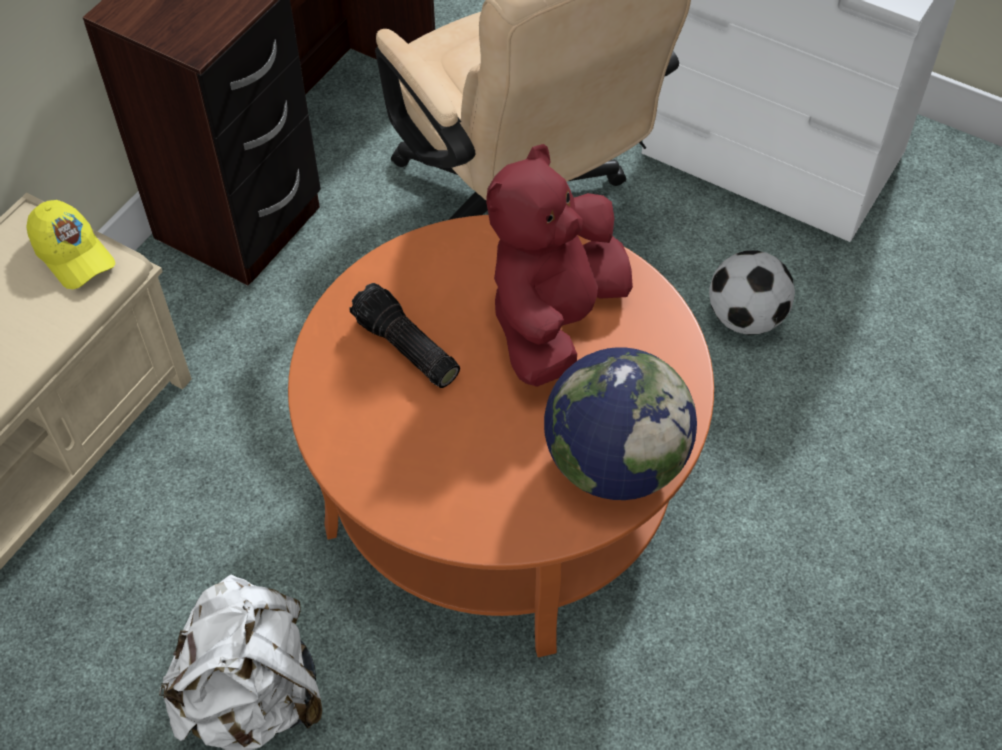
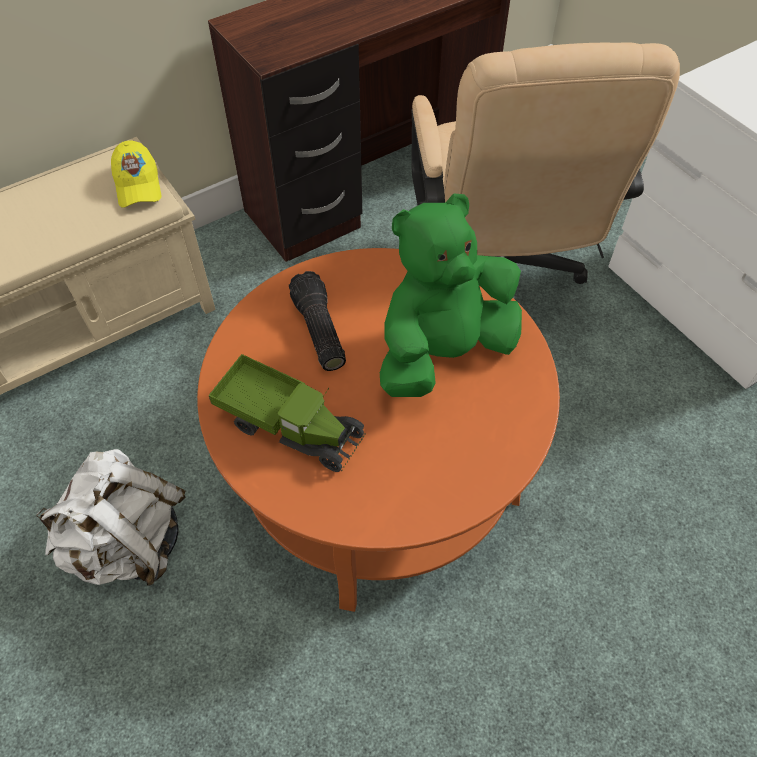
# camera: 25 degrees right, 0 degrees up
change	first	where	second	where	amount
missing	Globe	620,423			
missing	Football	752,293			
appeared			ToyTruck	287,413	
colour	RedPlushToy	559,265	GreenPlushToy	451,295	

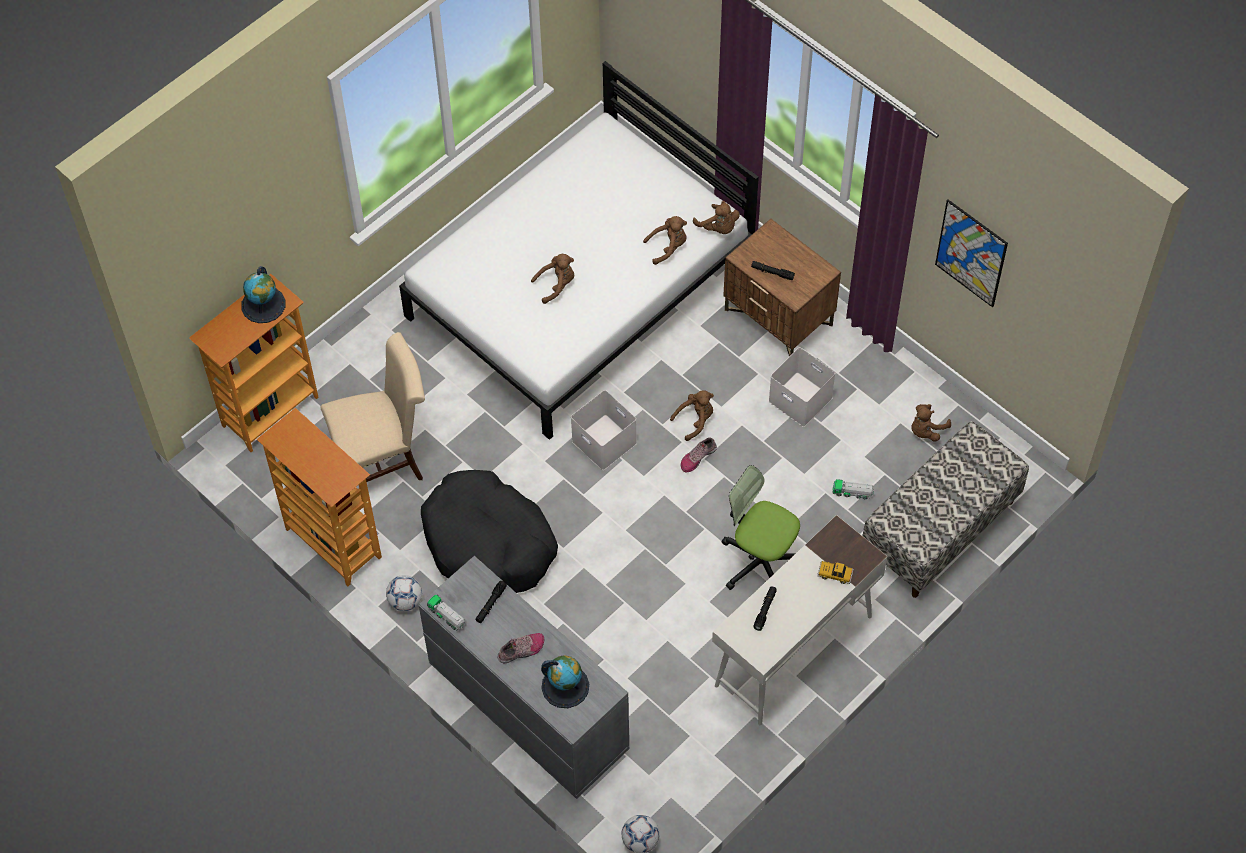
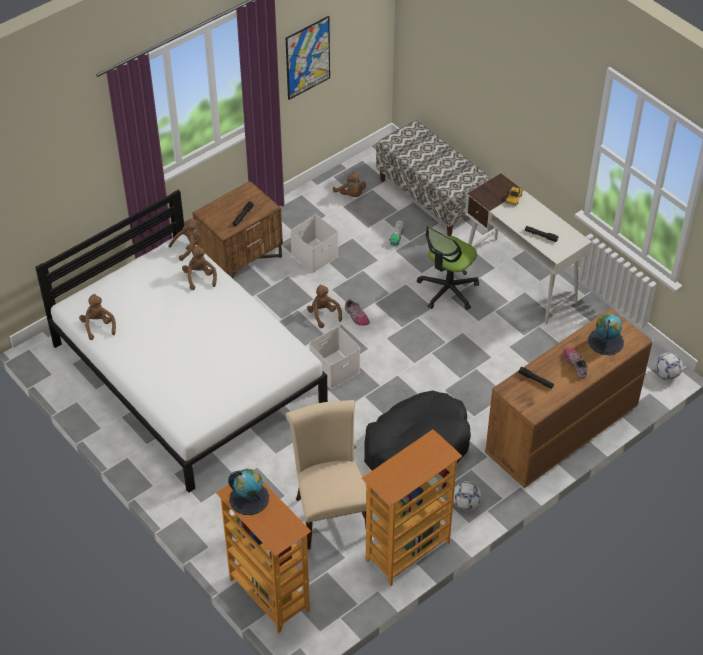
# camera: 85 degrees left, 10 degrees down
change	first	where	second	where	amount
missing	ToyTruck	446,612			
relocated	BrownPlushToy	552,279		97,317	
colour	GreyDresser	524,677	BrownDresser	568,398	

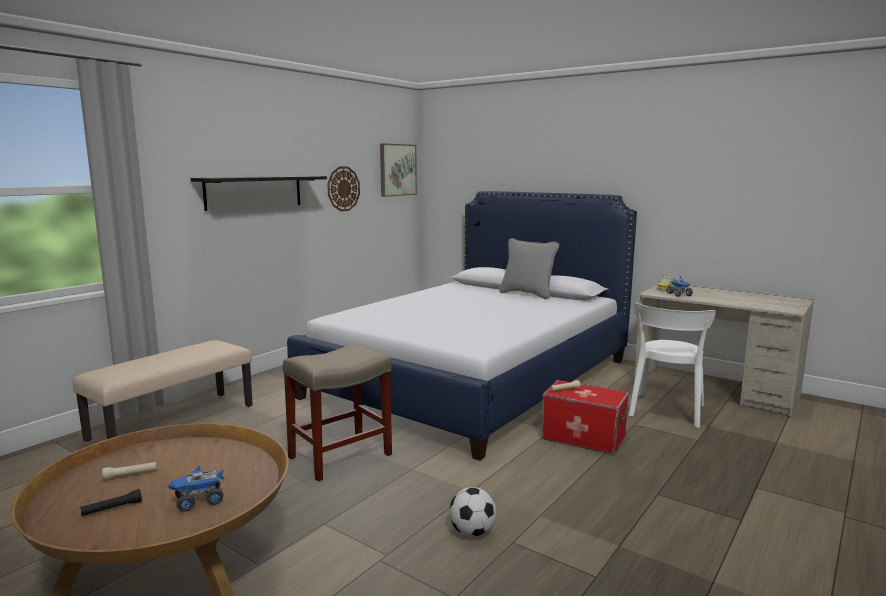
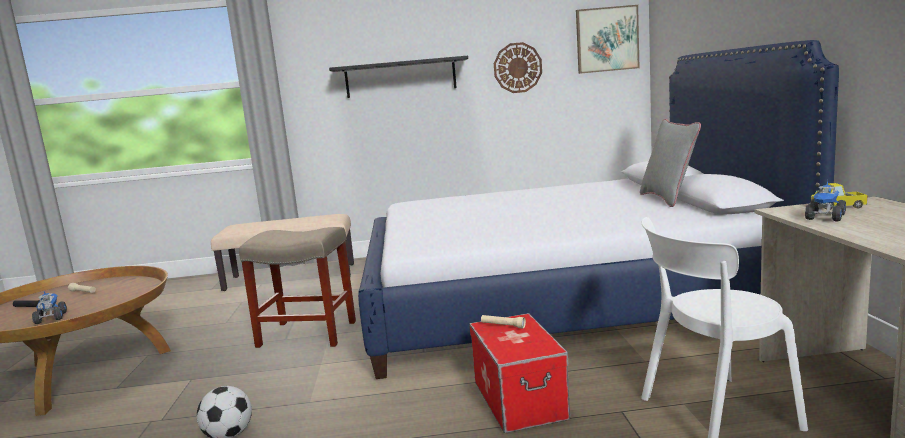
# camera: 50 degrees right, 0 degrees up
change	first	where	second	where	amount
spun	ToyTruck	196,489		49,308	45 degrees clockwise

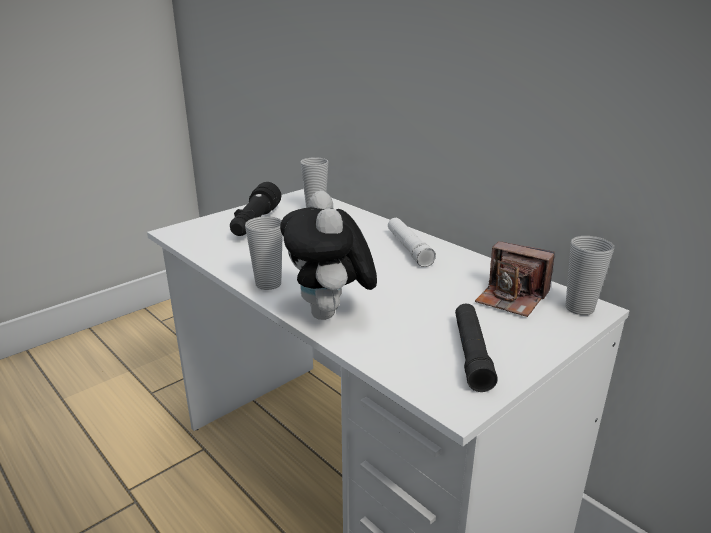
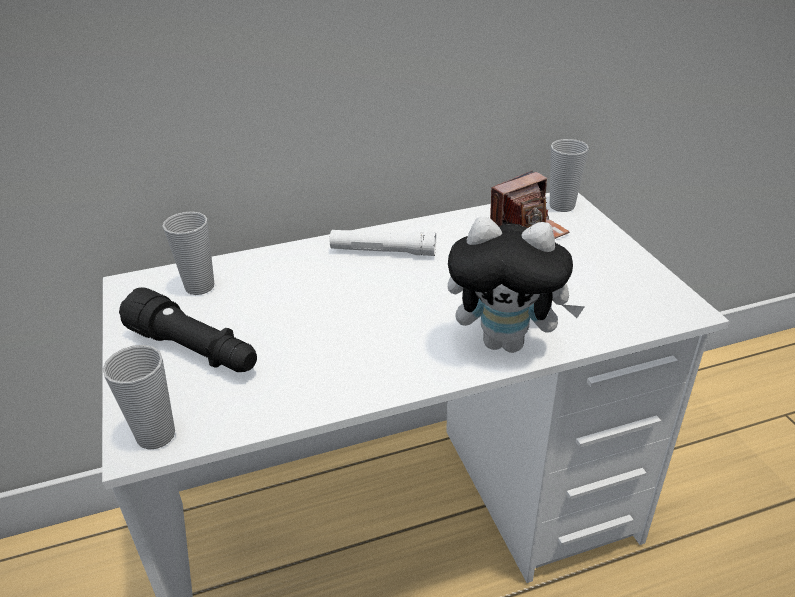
# camera: 65 degrees left, 10 degrees up
change	first	where	second	where	amount
missing	BlackFlashlight	476,348			
relocated	Cup	264,253		138,397	

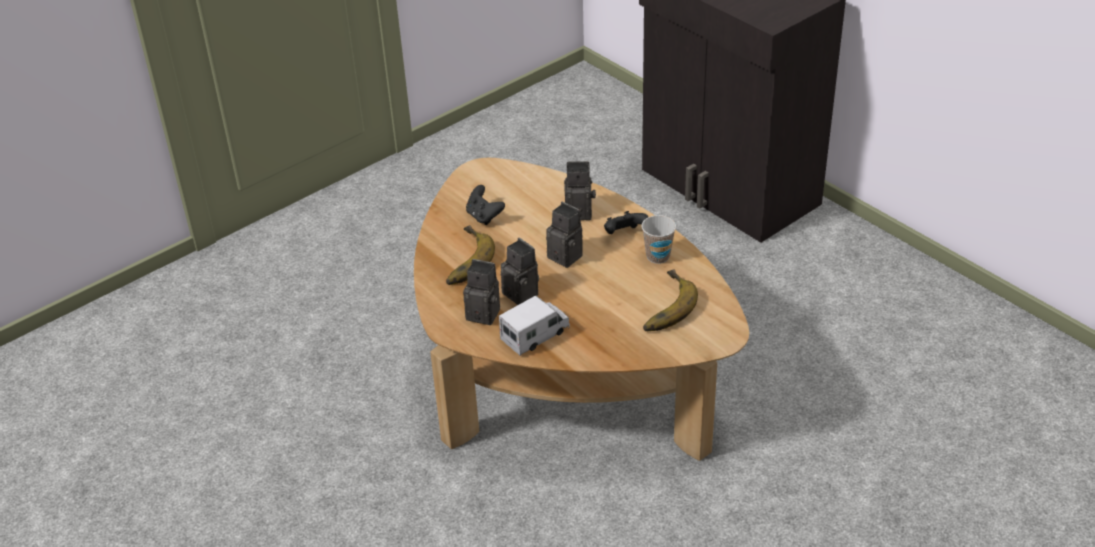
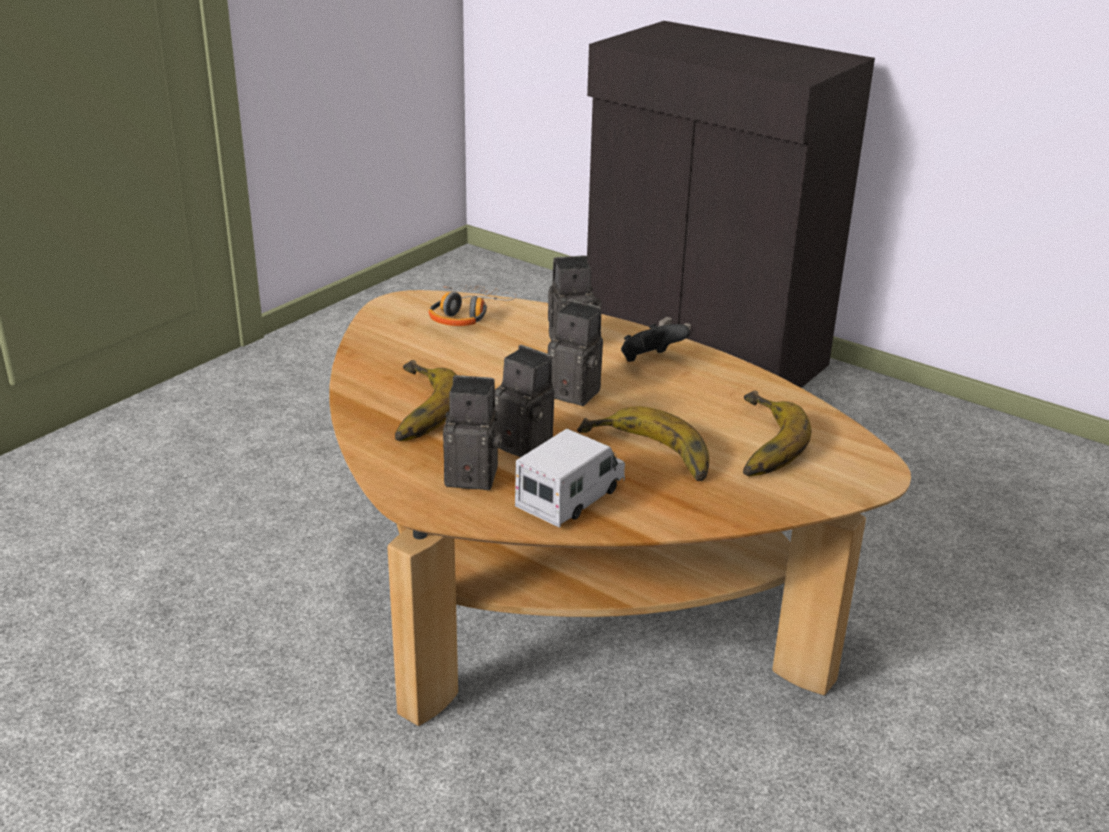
# camera: 15 degrees left, 10 degrees down
change	first	where	second	where	amount
missing	BlackGameController	485,205			
missing	Cup	658,239			
appeared			Headphones	472,305	
appeared			Banana	643,443	

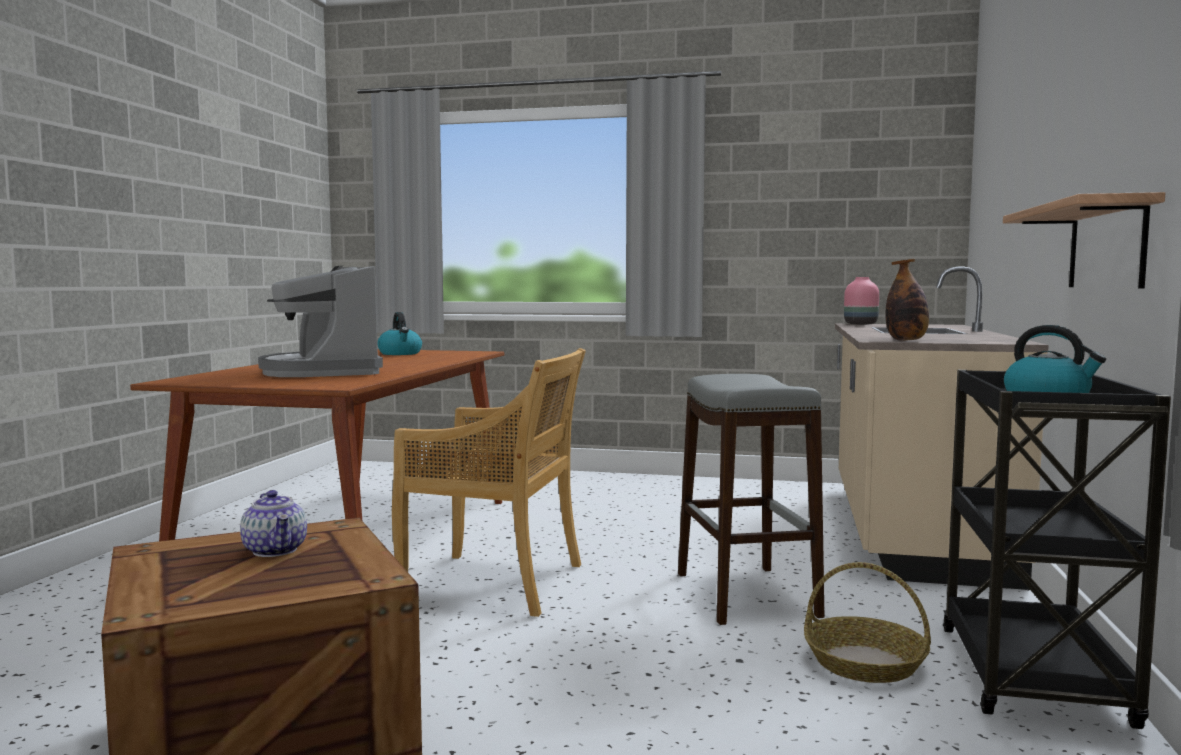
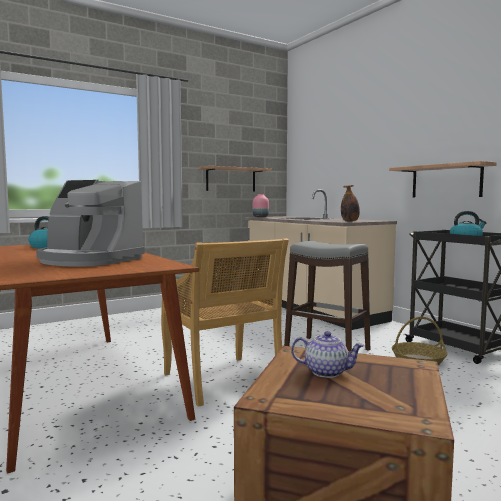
# camera: 45 degrees left, 0 degrees up
change	first	where	second	where	amount
appeared			Shelf	235,178	
spun	BeigeChair	489,482		225,322	90 degrees clockwise

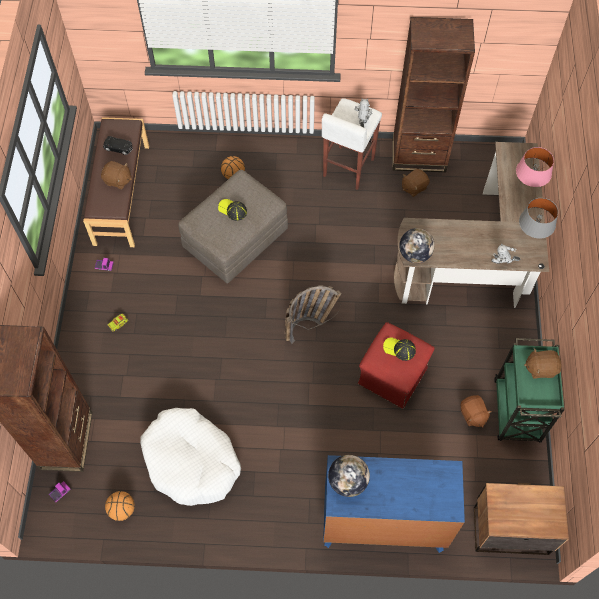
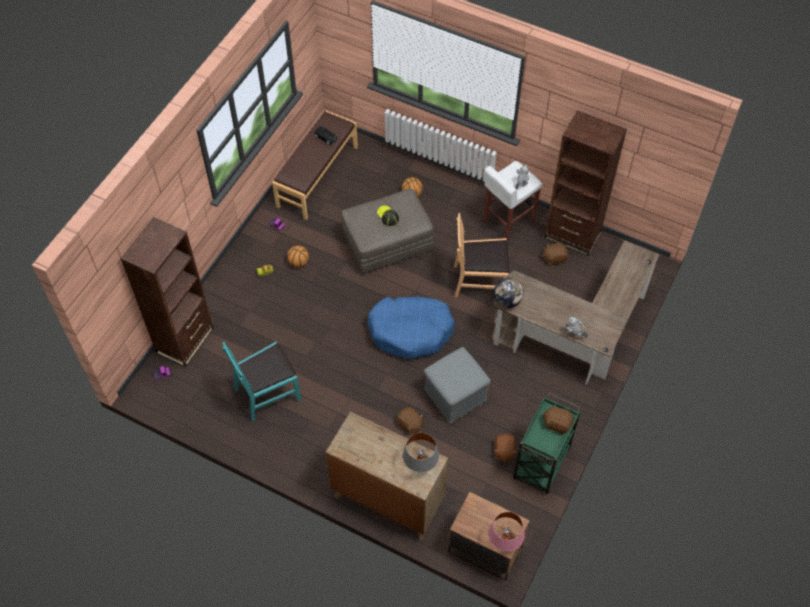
# camera: 25 degrees right, 5 degrees down
change	first	where	second	where	amount
missing	Globe	349,476			
missing	Cap	399,349			
appeared			BrownChair	481,255	
relocated	BrownPlushToy	116,175		410,421	
relocated	Basketball	120,506		298,256	
relocated	PinkTableLamp	535,167		506,531	
relocated	GreyTableLamp	538,218		421,452	
exchanged	WhiteDogBed	190,457	TurquoiseChair	261,381	
exchanged	Basket	313,315	BlueDogBed	411,328	
colour	BlueDresser	394,504	BrownDresser	387,476	
colour	RedOttoman	396,365	GreyOttoman	457,385	

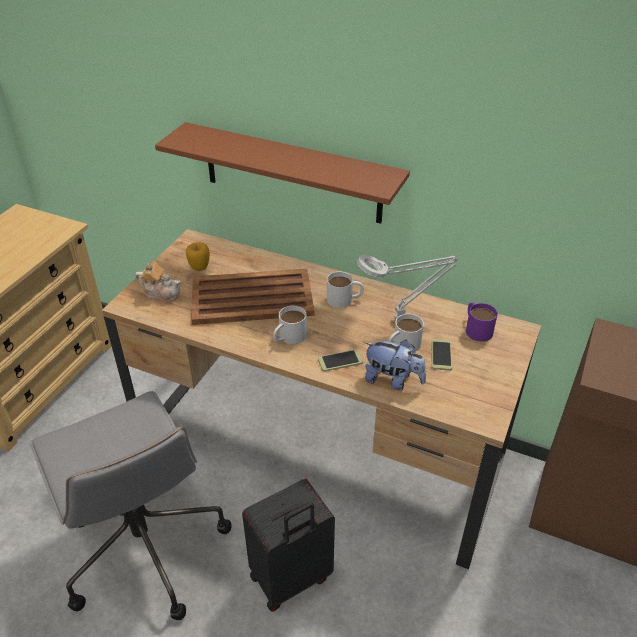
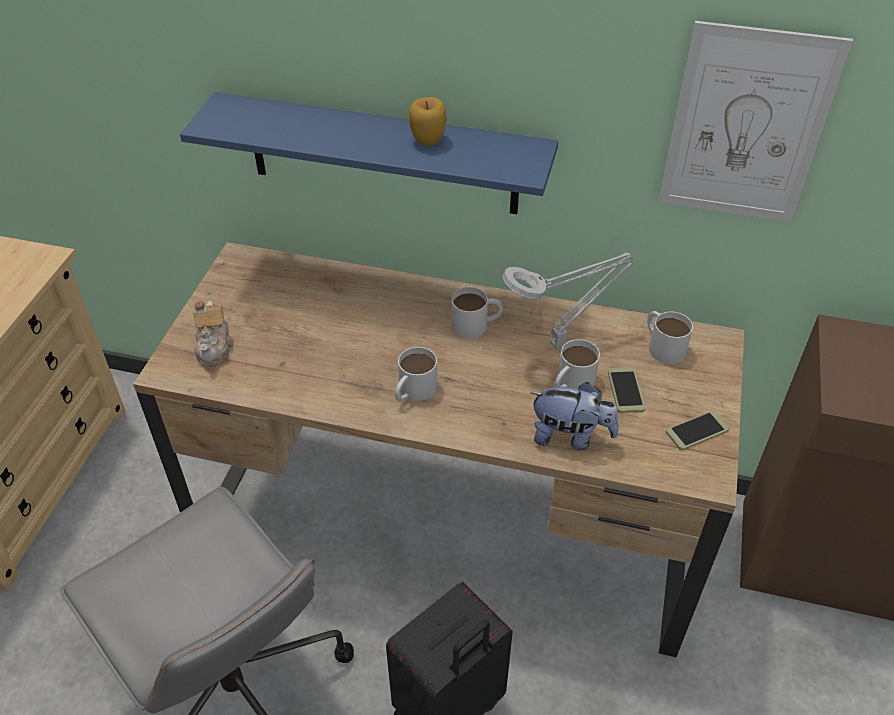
# camera: 10 degrees left, 5 degrees up
change	first	where	second	where	amount
missing	BrownTray	252,297			
appeared			Picture	755,121	
relocated	Apple	198,256		427,121	
relocated	Phone	340,360		697,430	
colour	BrownShelf	282,173	BlueShelf	369,153	
colour	PurpleMug	482,322	WhiteMug	670,337	
spun	Teapot	157,282		213,333	75 degrees clockwise

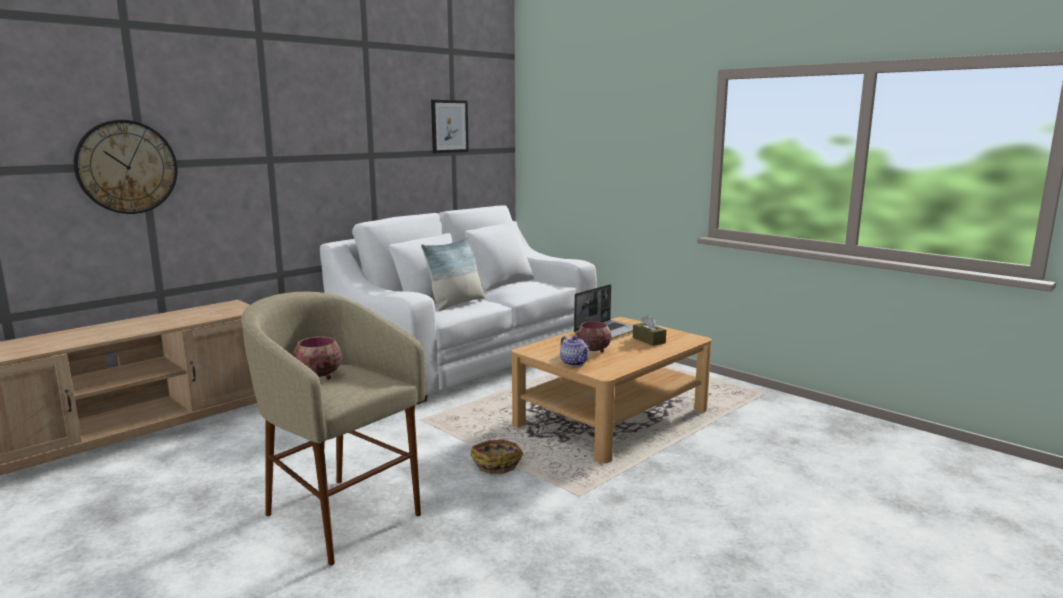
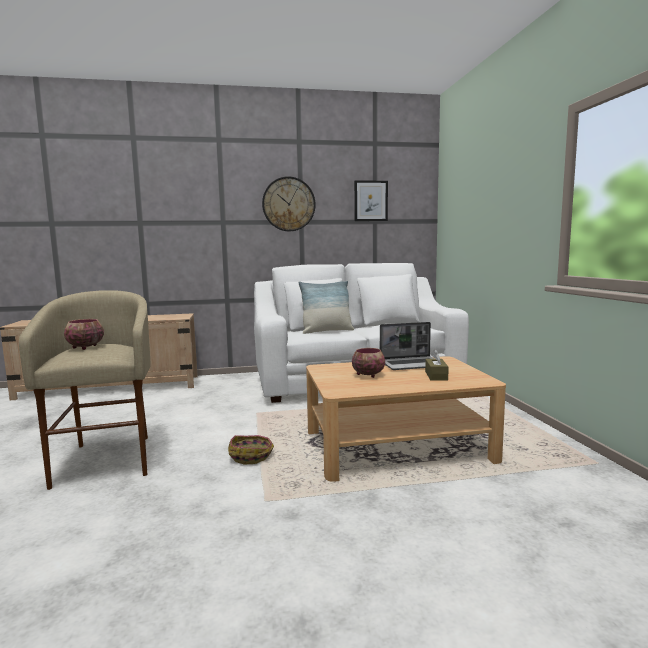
# camera: 35 degrees right, 5 degrees down
change	first	where	second	where	amount
missing	Teapot	574,351			
relocated	WallClock	126,167		289,203	

